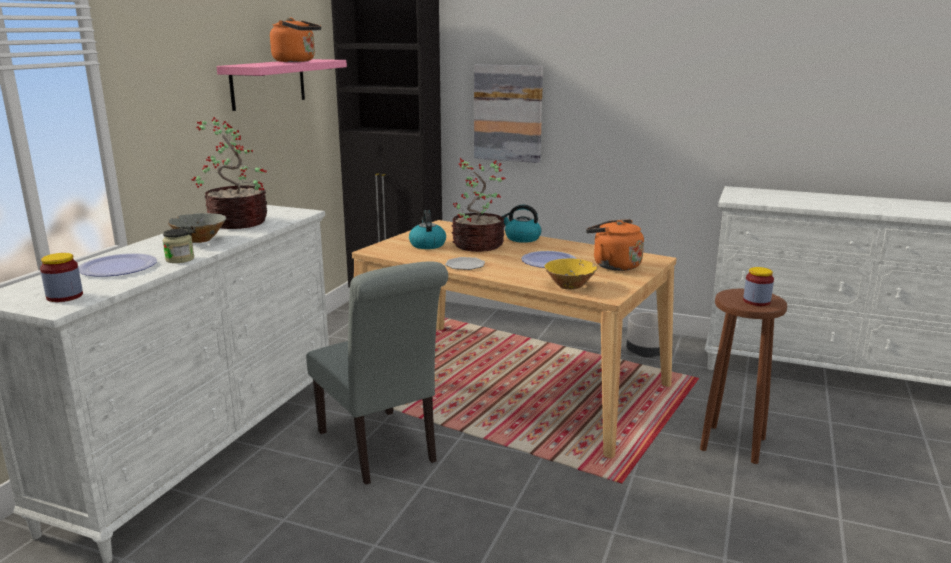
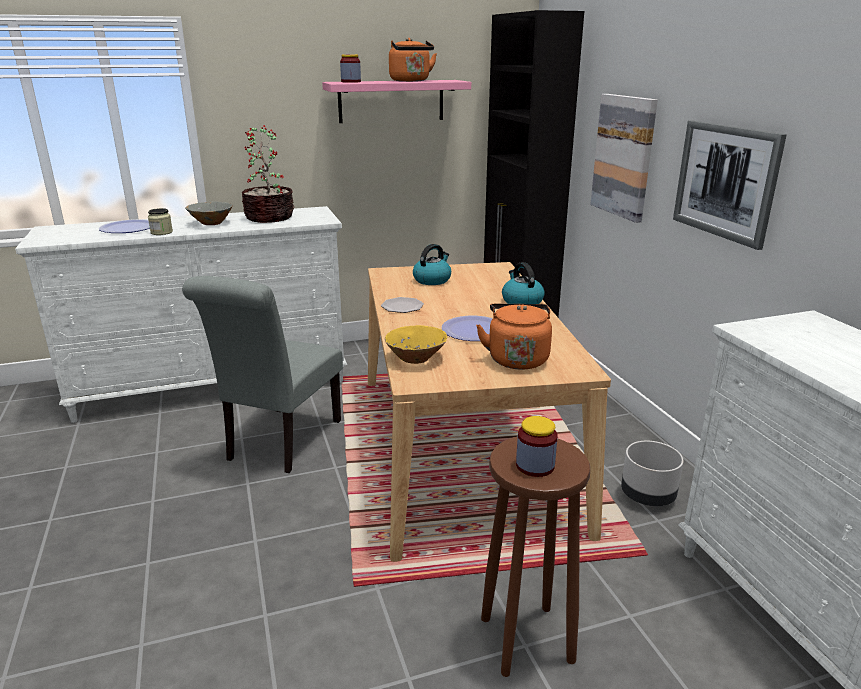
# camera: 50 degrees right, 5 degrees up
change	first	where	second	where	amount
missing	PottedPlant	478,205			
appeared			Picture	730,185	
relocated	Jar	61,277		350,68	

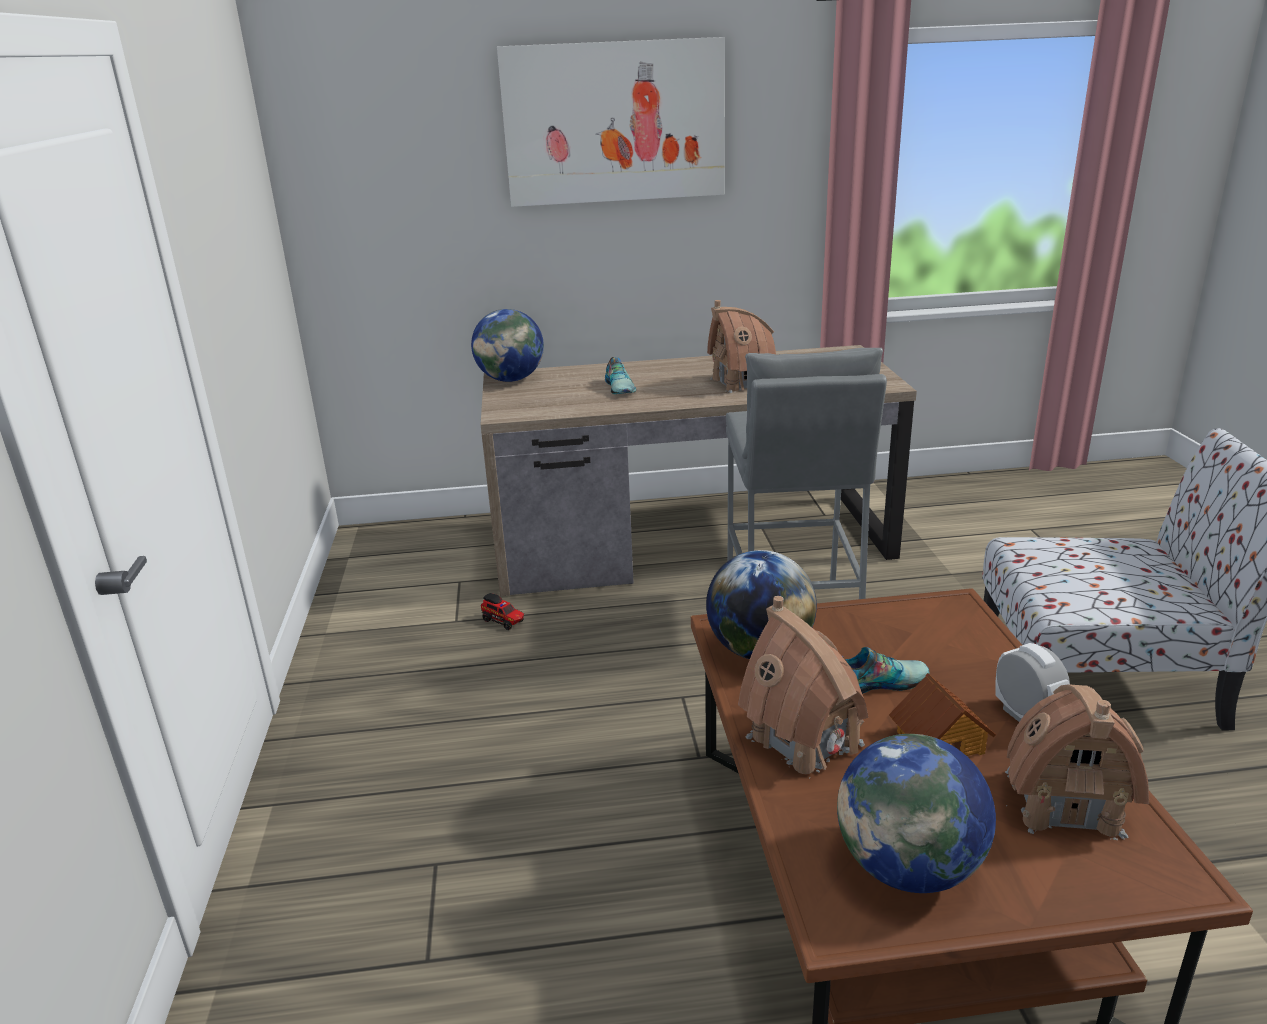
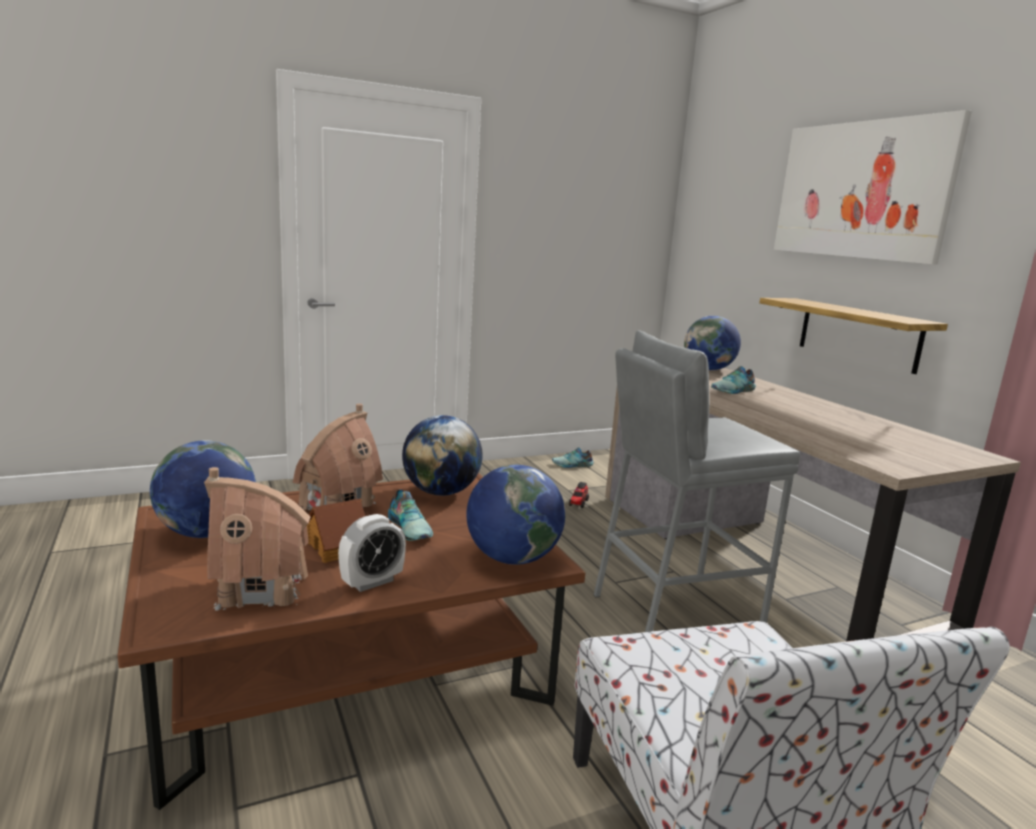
# camera: 70 degrees right, 10 degrees down
change	first	where	second	where	amount
missing	ToyHouse	741,346			
appeared			Globe	515,515	
appeared			Shoe	573,457	
appeared			Shelf	853,336	

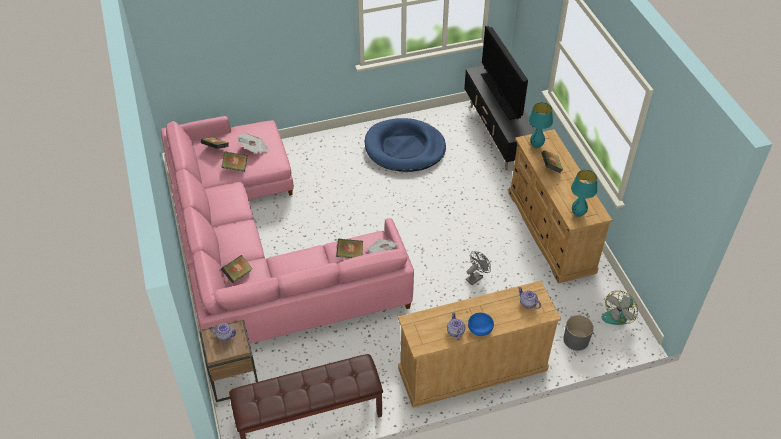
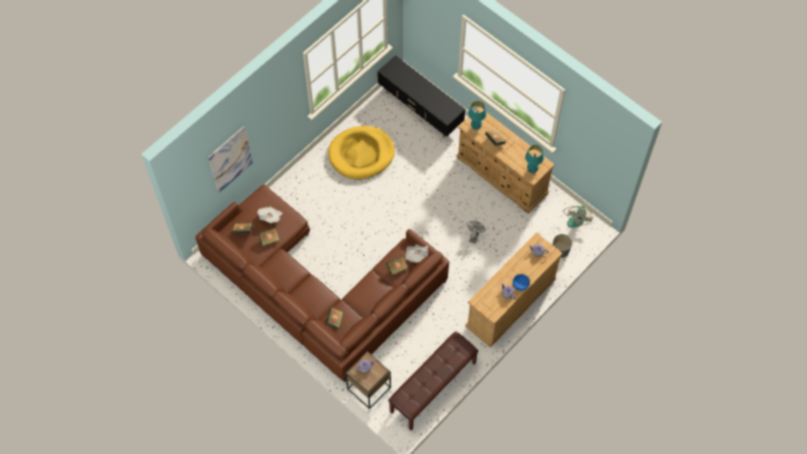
# camera: 30 degrees left, 15 degrees up
change	first	where	second	where	amount
missing	Television	504,73			
appeared			Picture	230,159	
colour	PinkSofa	287,230	BrownSofa	322,283	
colour	BlueDogBed	405,145	YellowDogBed	361,152	

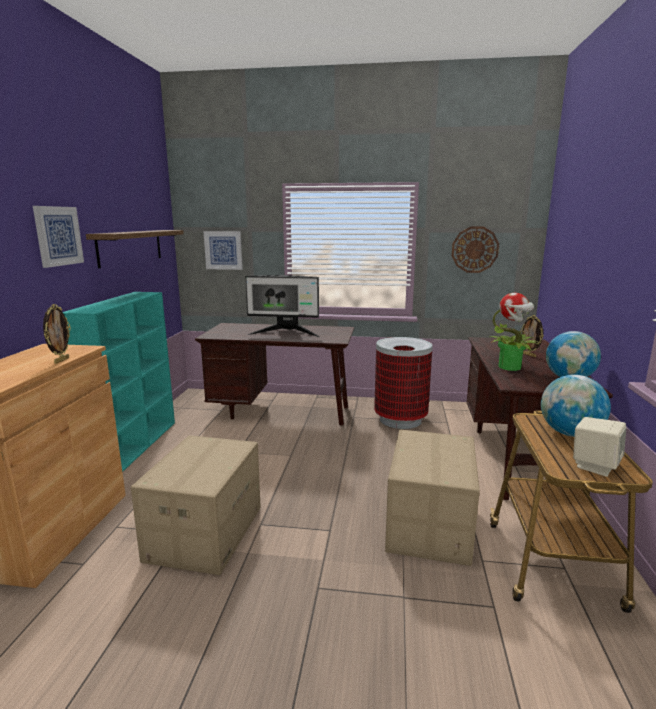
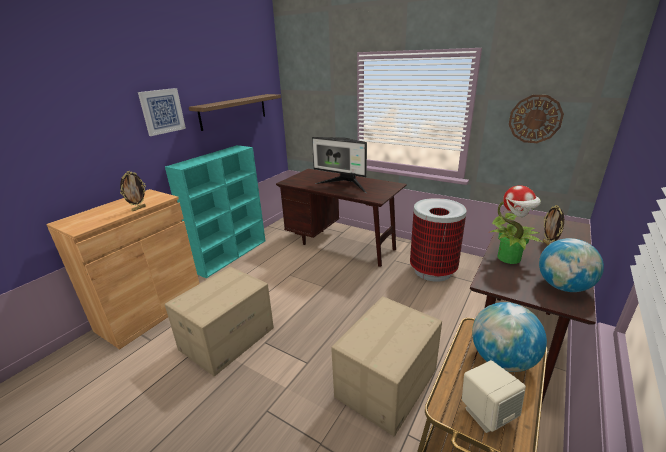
# camera: 25 degrees right, 10 degrees up
change	first	where	second	where	amount
missing	Picture	223,250			

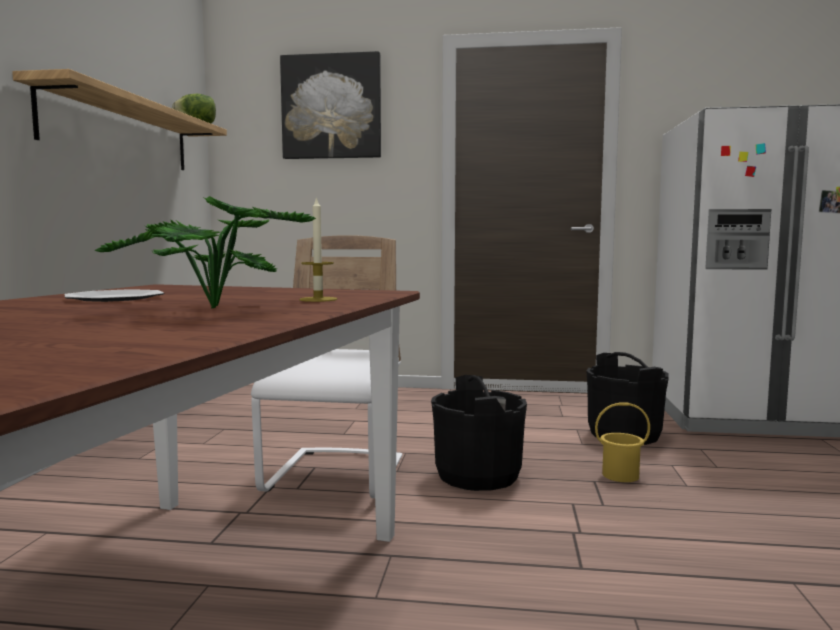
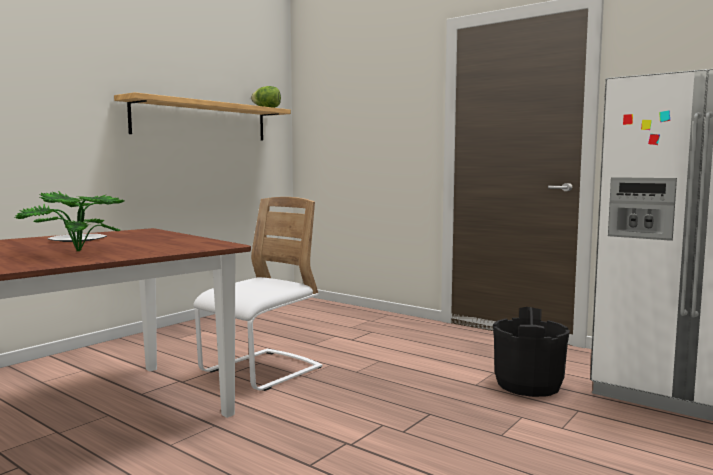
# camera: 30 degrees right, 0 degrees up
change	first	where	second	where	amount
missing	Picture	330,105			
missing	Candle	318,249			
missing	BlackBucket	479,433			
missing	YellowBucket	622,442			

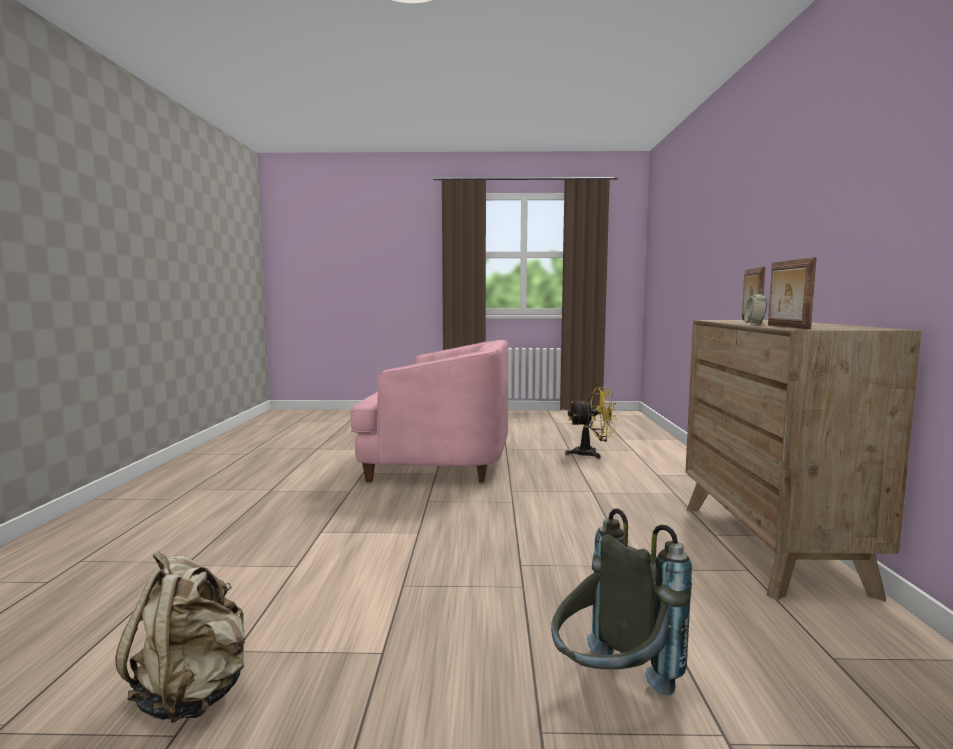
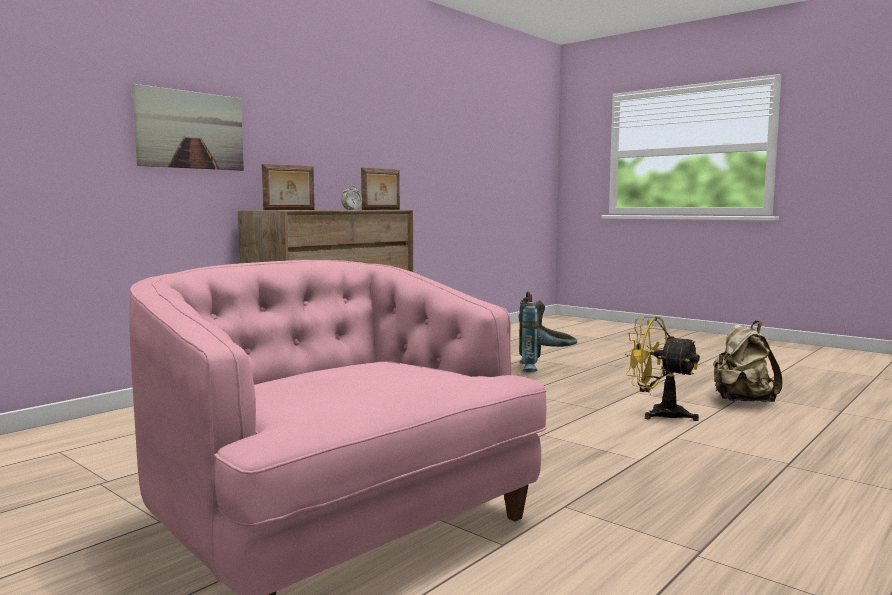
# camera: 140 degrees left, 0 degrees up
change	first	where	second	where	amount
appeared			Picture	188,127	
relocated	YellowFan	591,423		662,369	

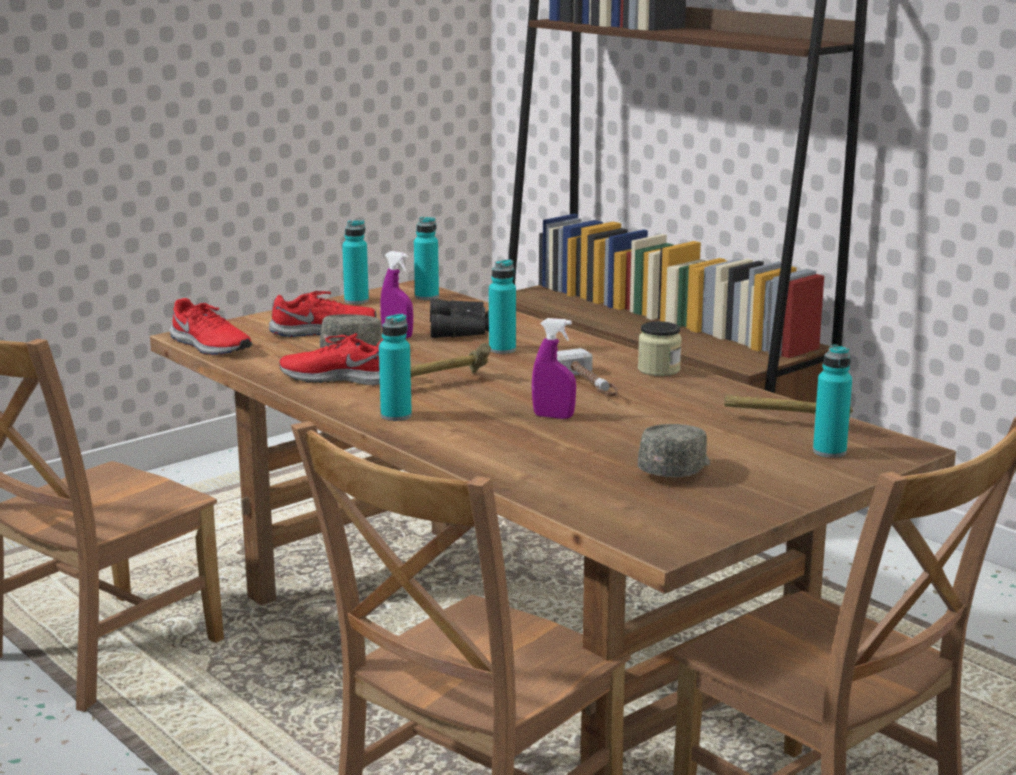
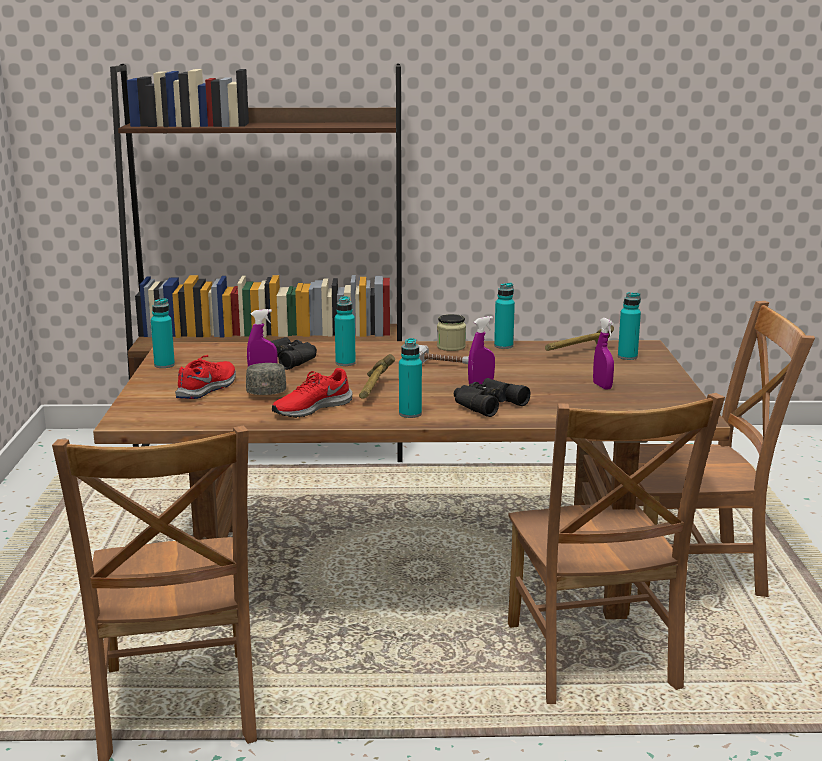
# camera: 50 degrees left, 0 degrees up
change	first	where	second	where	amount
missing	RedShoe	211,326			
appeared			BlackBinoculars	492,397	
relocated	TurquoiseBottle	426,258		504,316	
exchanged	GreyCap	674,450	PurpleSprayBottle	603,354	

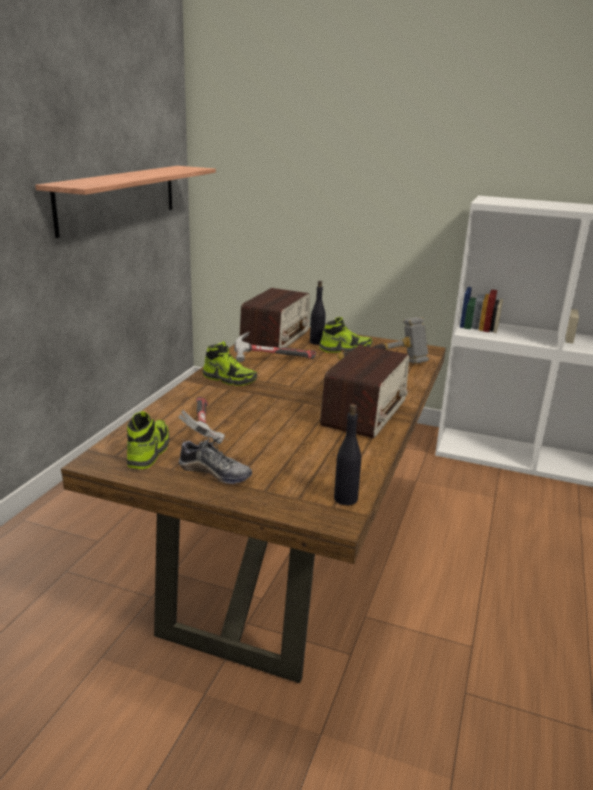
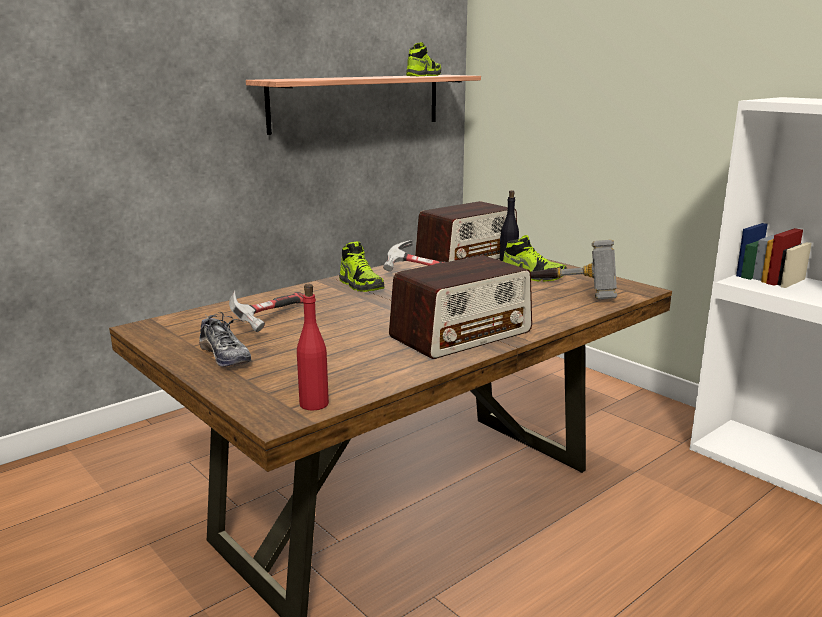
# camera: 30 degrees right, 5 degrees down
change	first	where	second	where	amount
relocated	Shoe	148,440		423,59	
colour	BlackBottle	347,454	RedBottle	313,347	

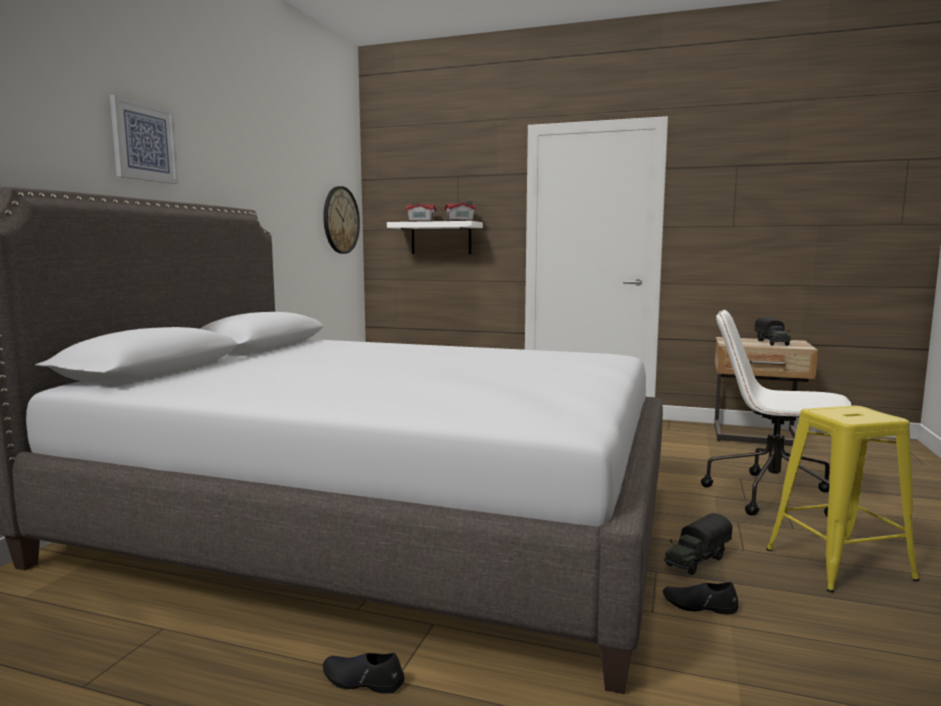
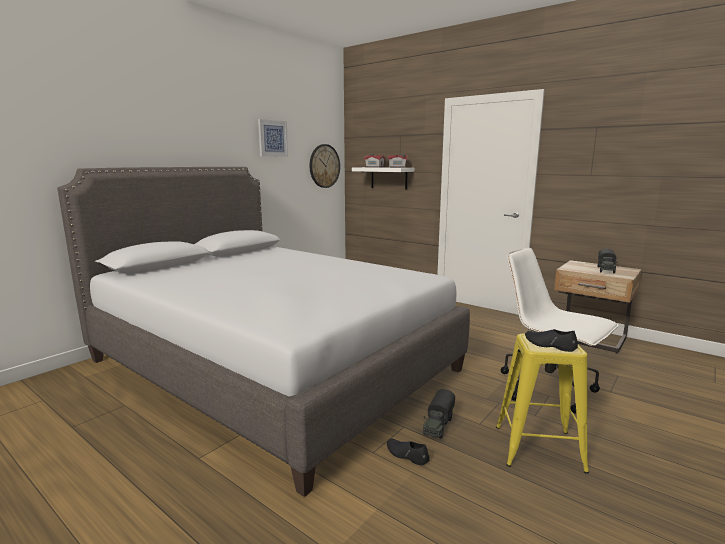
# camera: 20 degrees right, 5 degrees up
change	first	where	second	where	amount
relocated	Picture	144,139		273,138	
relocated	BlackShoe	364,673		551,340	
spun	ToyTruck	698,544		439,414	45 degrees counterclockwise

